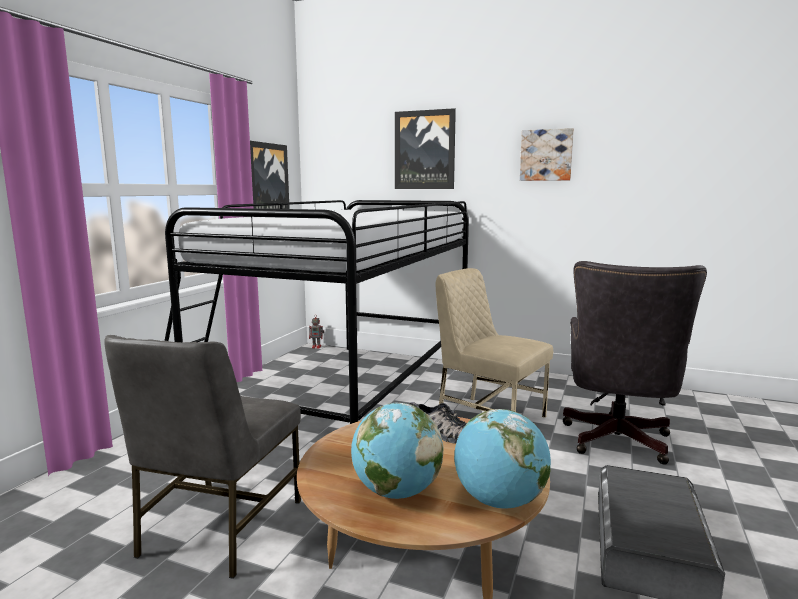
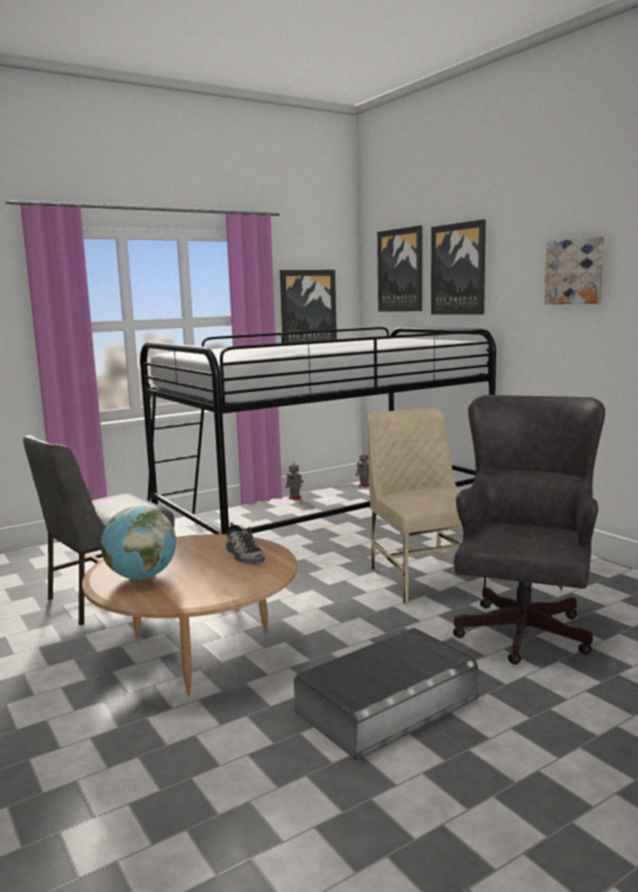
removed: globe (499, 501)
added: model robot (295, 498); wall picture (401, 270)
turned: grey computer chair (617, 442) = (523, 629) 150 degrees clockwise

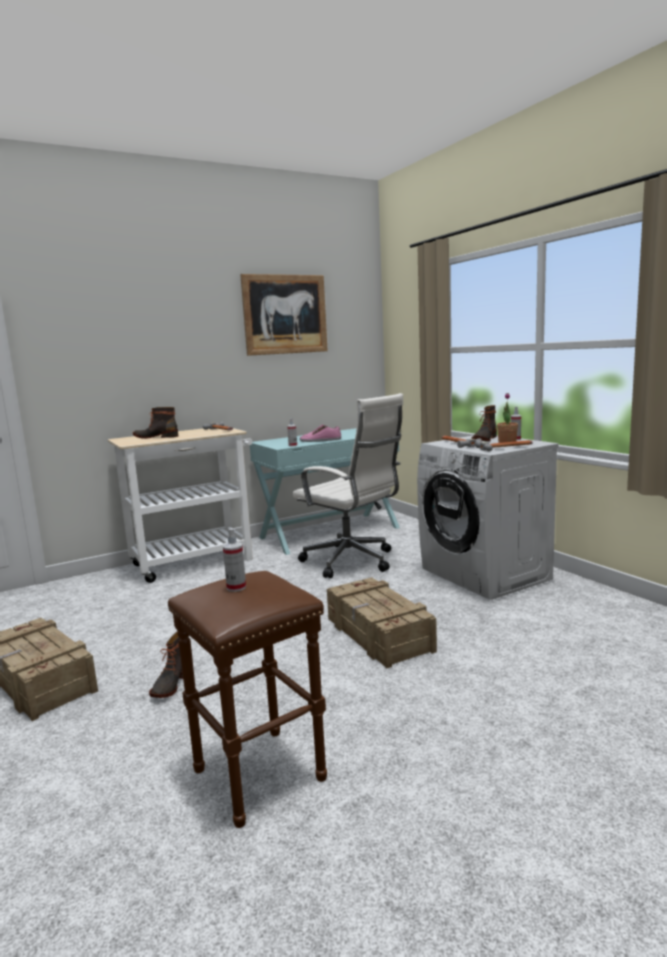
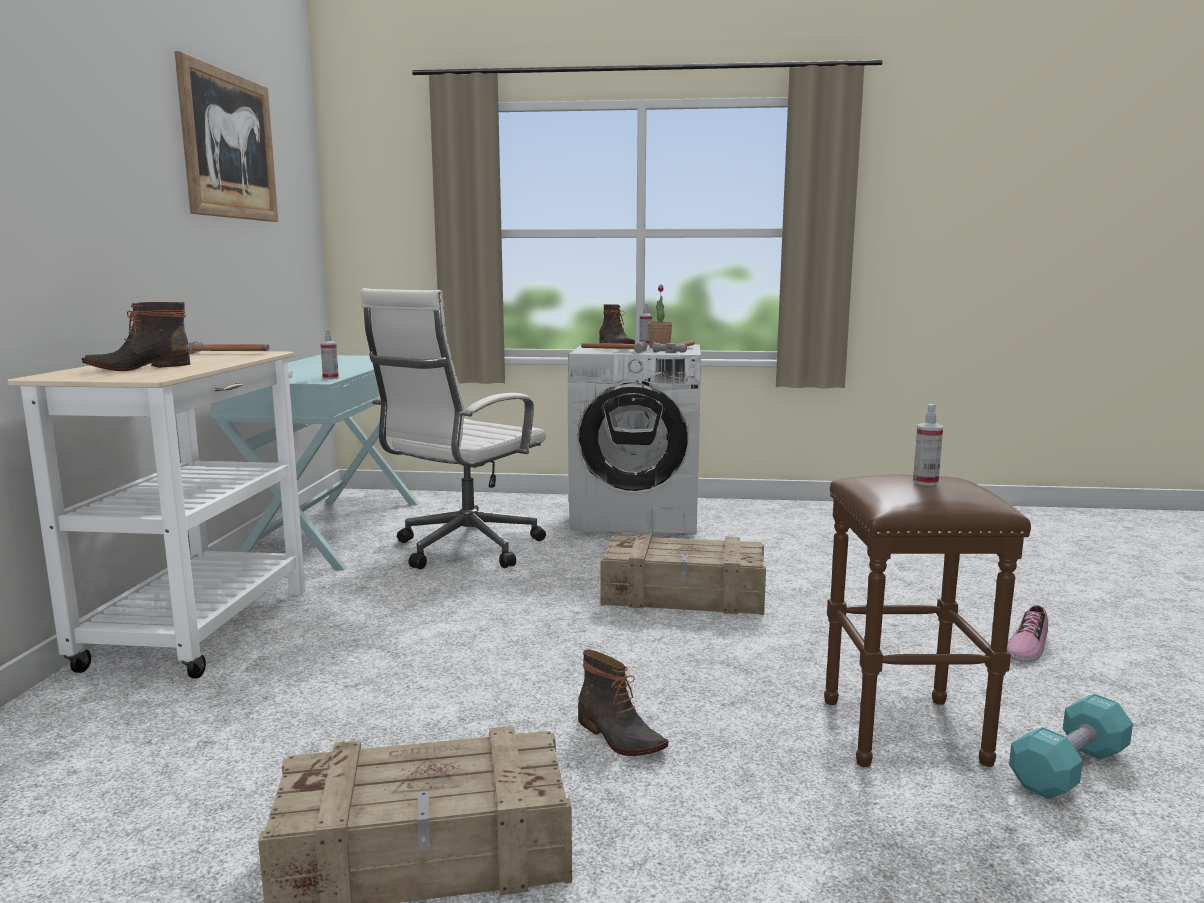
added: blue-green dumbbell (1068, 769)
moved: shoe (320, 440) to (1026, 646)
turned: white computer chair (352, 562) = (463, 550) 135 degrees clockwise

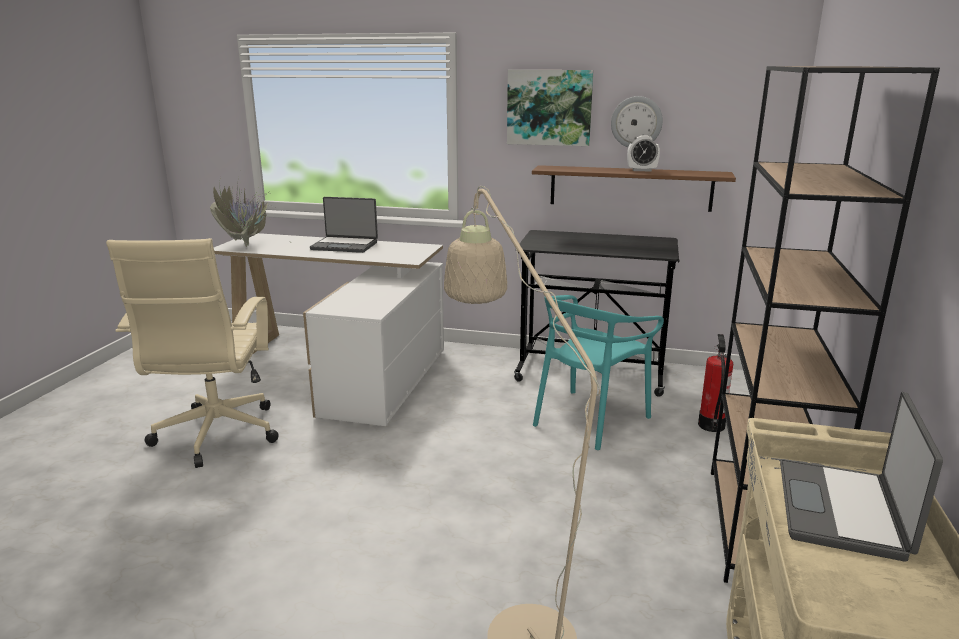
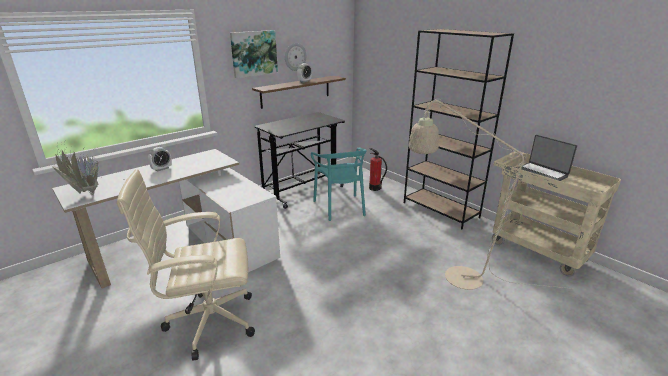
replaced: laptop (345, 245) to alarm clock (162, 169)
turned: beige computer chair (216, 437) = (207, 322) 135 degrees clockwise

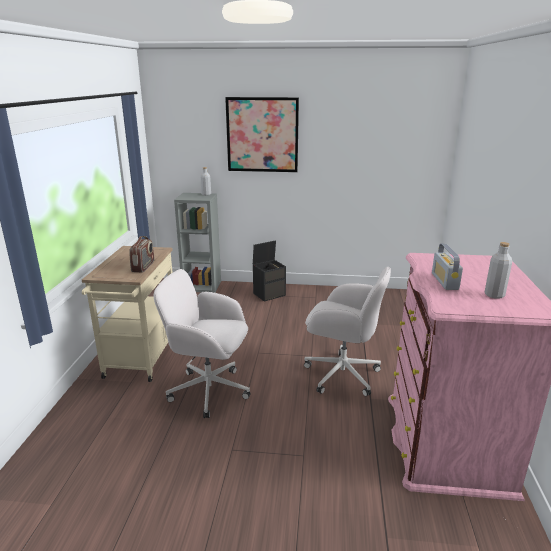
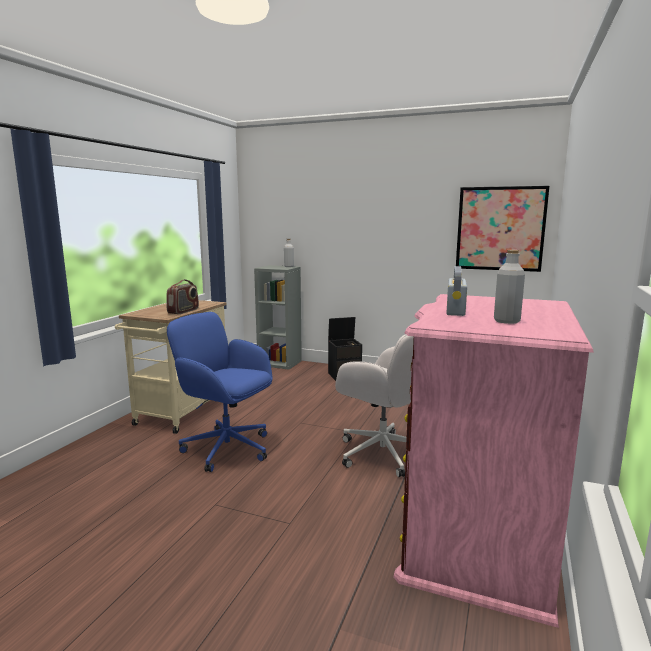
moved: wall picture (262, 135) to (500, 228)
recoloured: white computer chair (209, 391) to blue-coloured computer chair (227, 449)

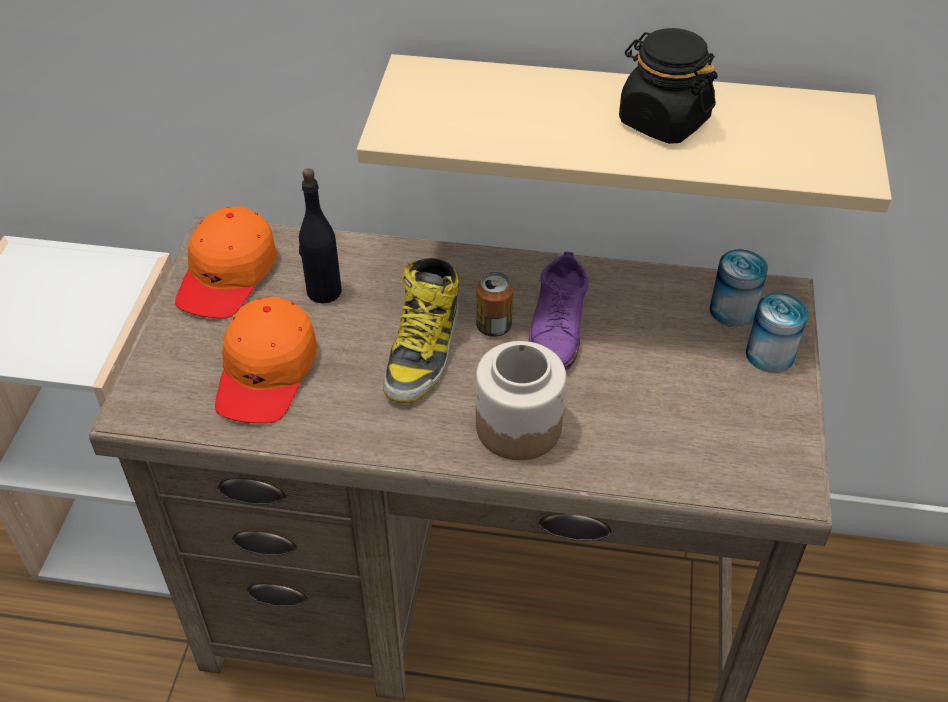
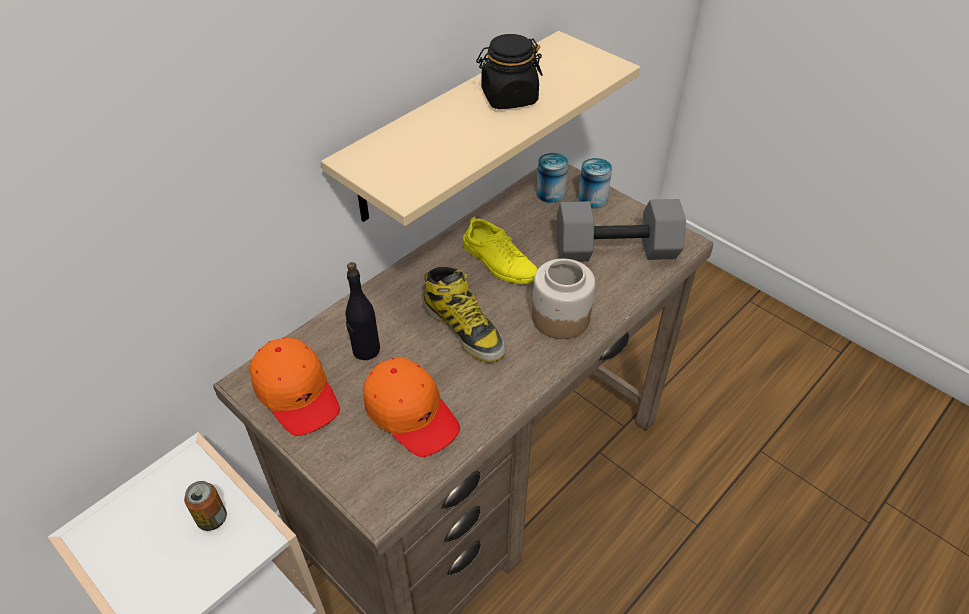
added: grey dumbbell (616, 249)
moved: metal can (494, 326) to (212, 518)
recoloured: purplish shoe (558, 326) to yellow shoe (499, 262)

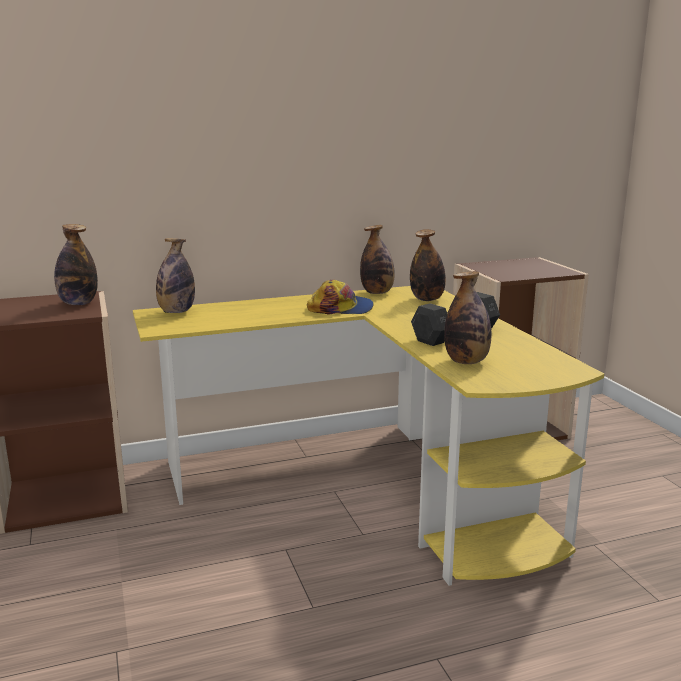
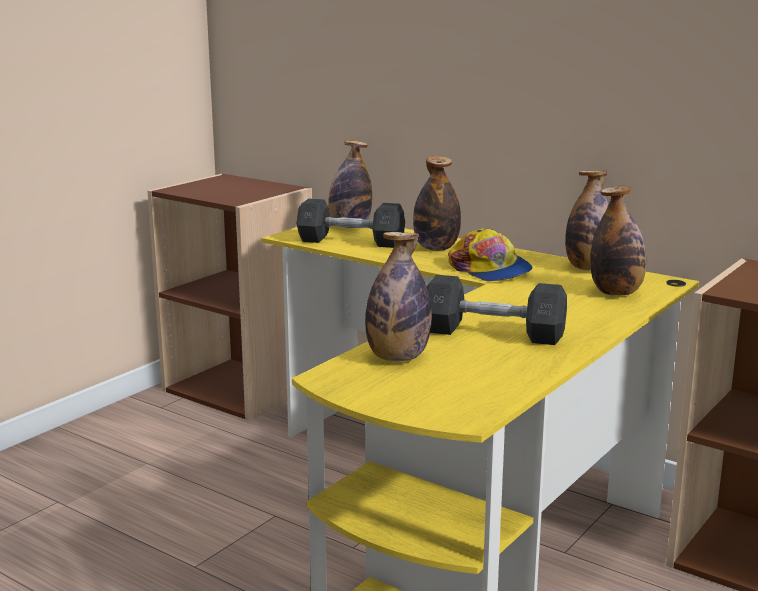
added: grey dumbbell (351, 241)
moved: bottle (78, 303) to (436, 248)

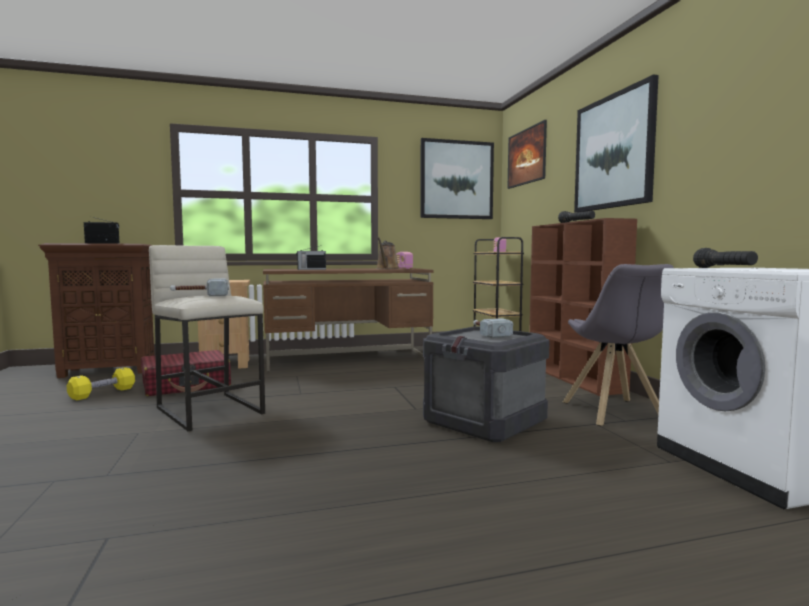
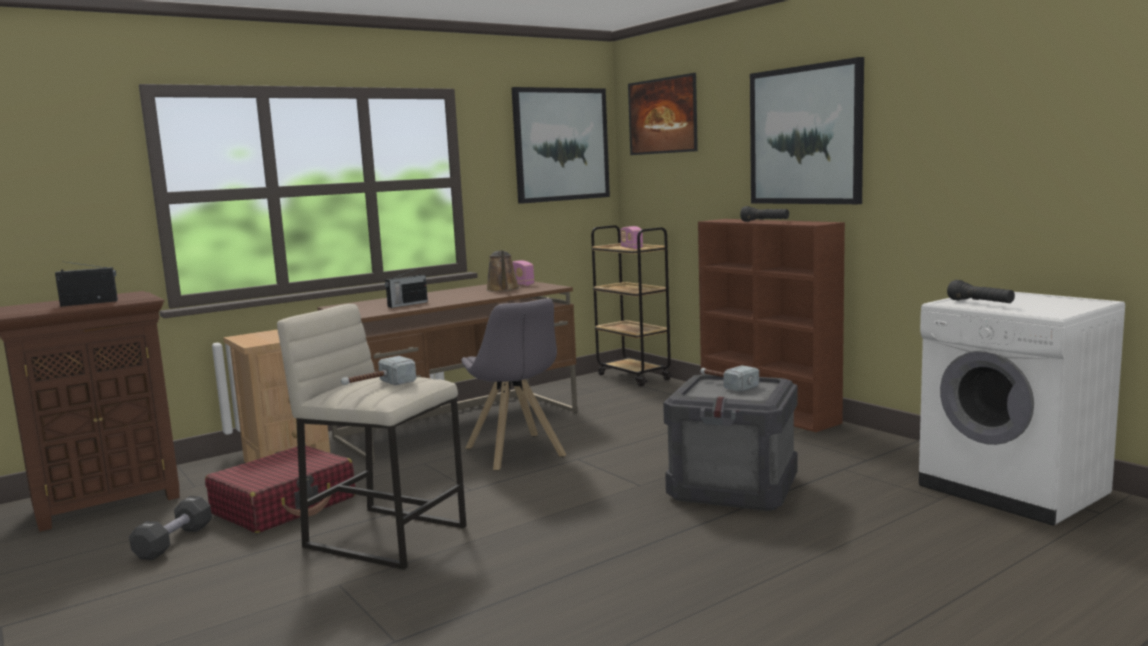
moved: grey plain chair (613, 412) to (516, 452)
recoloured: yellow dumbbell (102, 393) to blackish dumbbell (174, 542)

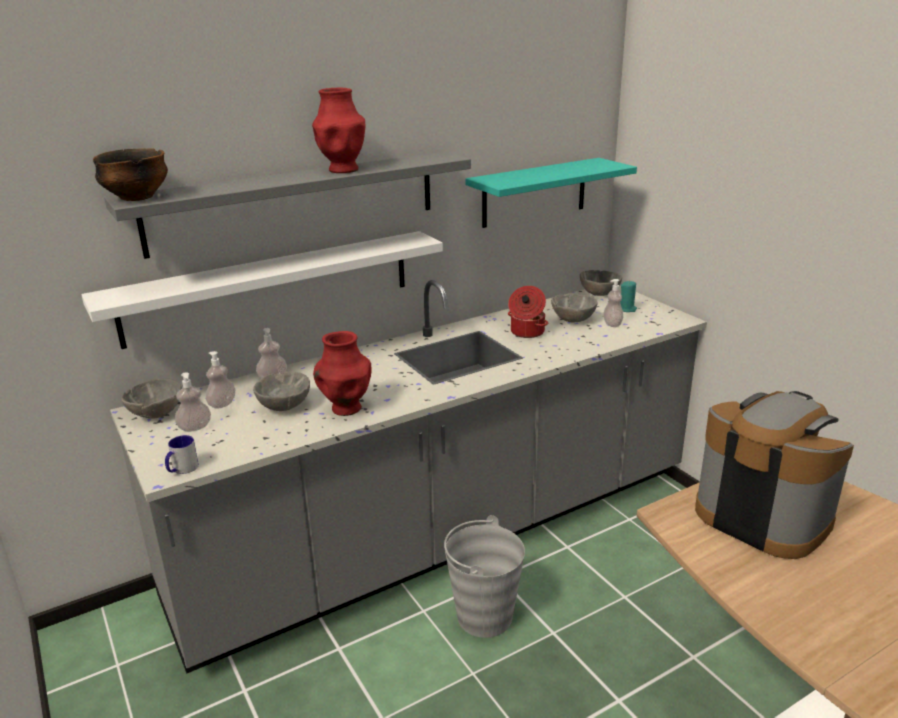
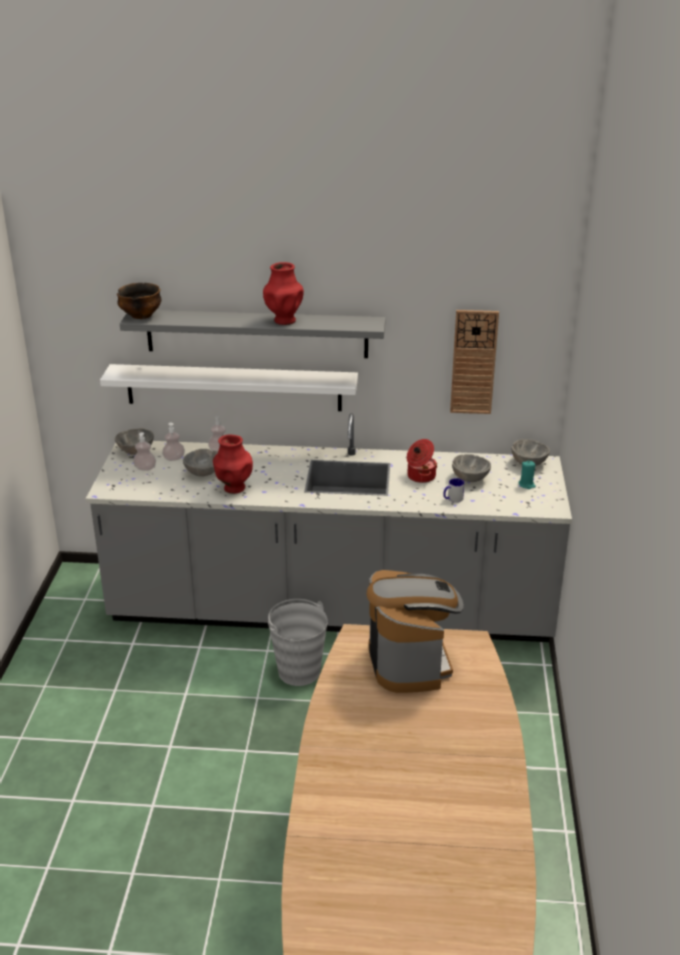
removed: soap bottle (612, 324)
moved: coffee mug (182, 469) to (452, 499)
replaced: blue-green shelf (534, 192) to wall clock (473, 362)

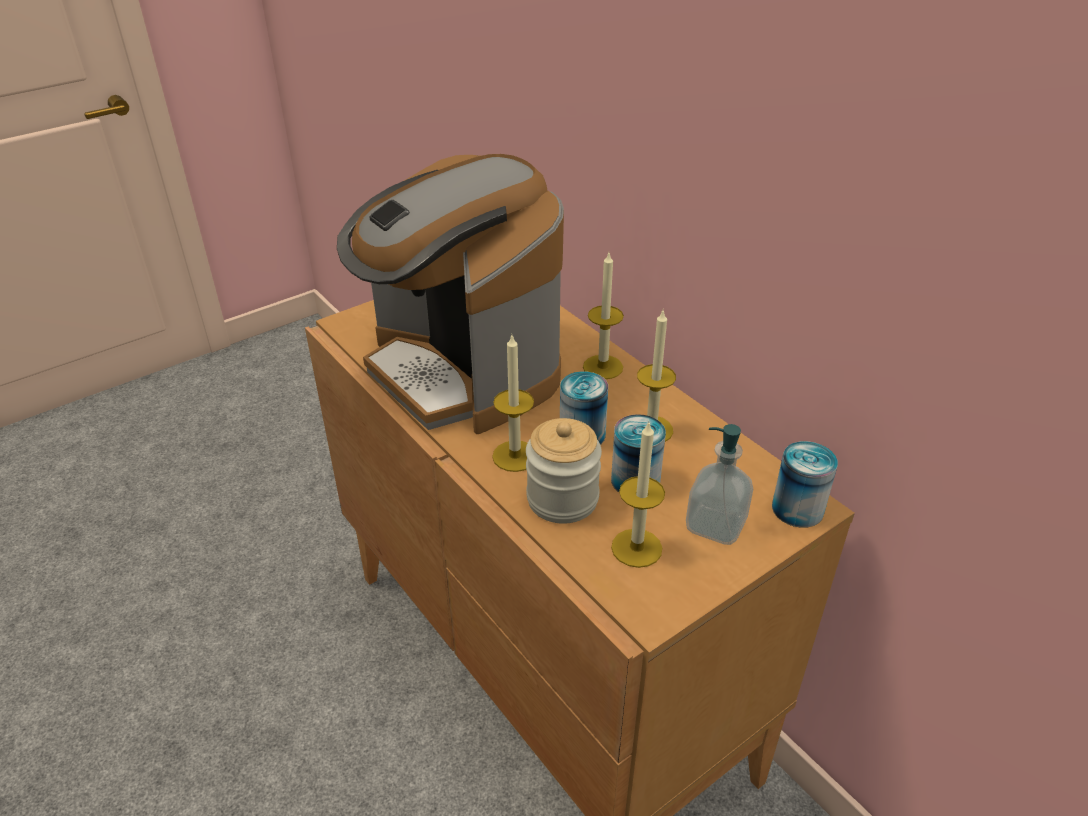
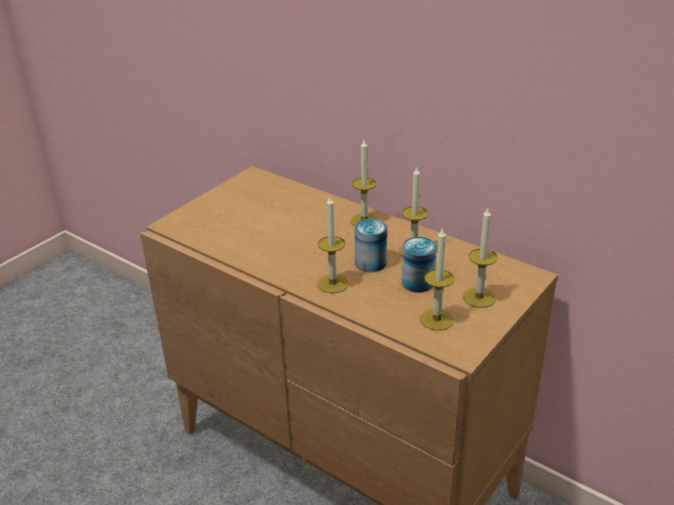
removed: coffee machine (462, 372); jar (562, 499); metal can (797, 509)
replaced: soap bottle (715, 525) to wax light (479, 297)

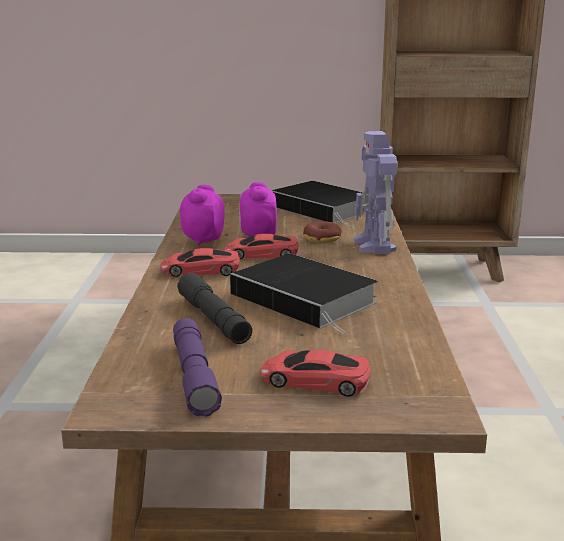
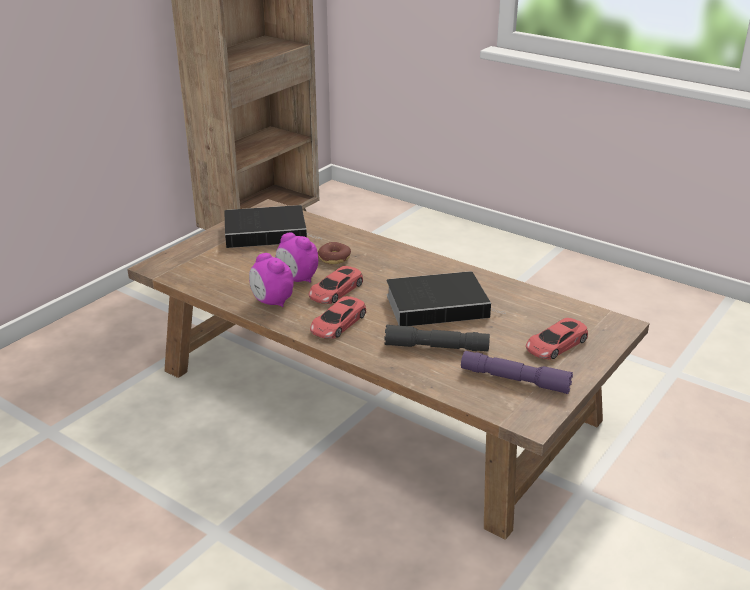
removed: model robot (374, 246)

